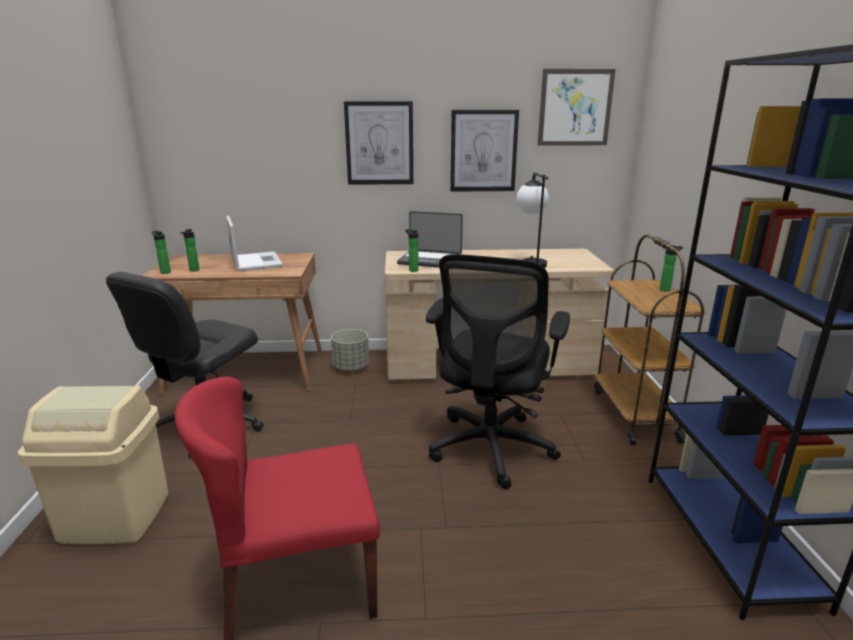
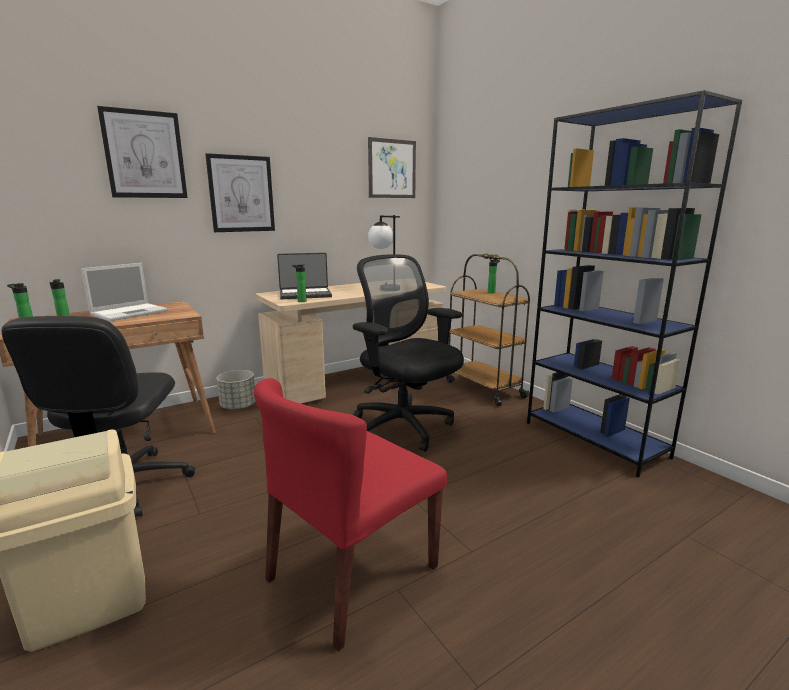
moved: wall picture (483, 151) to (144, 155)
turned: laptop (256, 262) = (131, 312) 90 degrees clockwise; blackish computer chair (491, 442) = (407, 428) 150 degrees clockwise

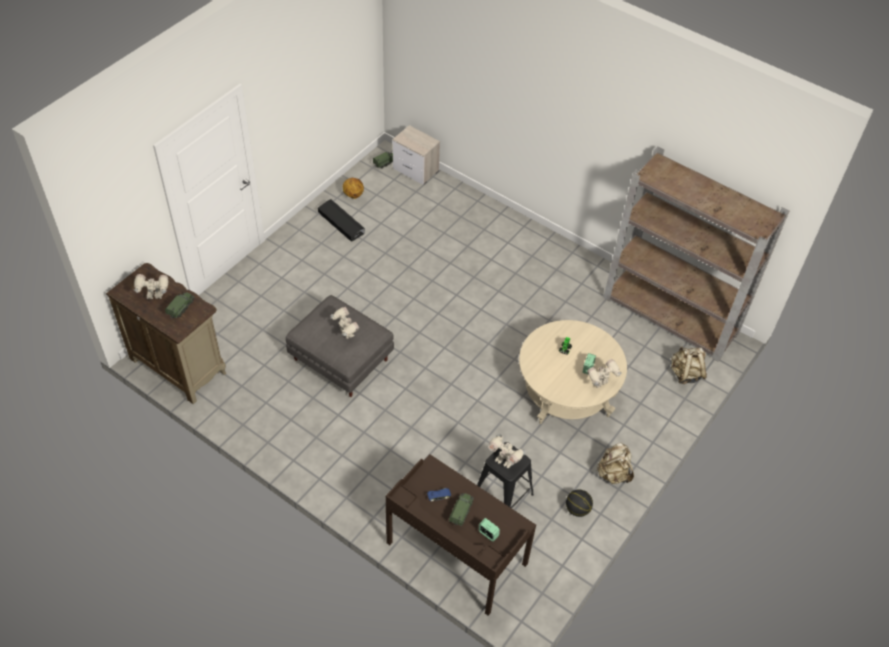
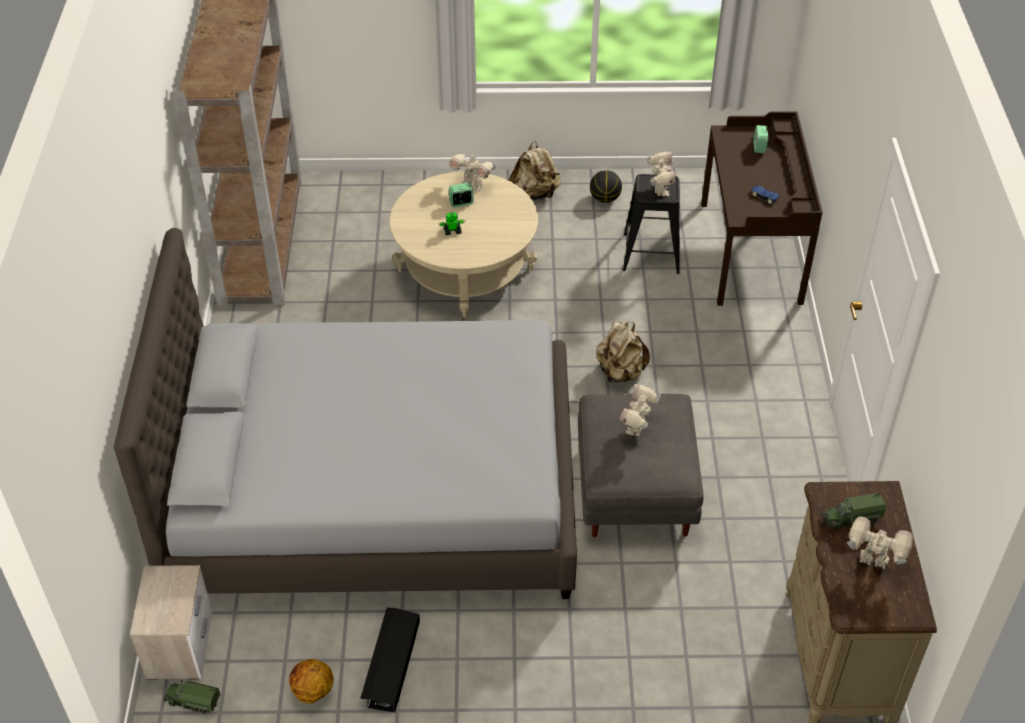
removed: model truck (461, 511)
added: grey bedroom bed (374, 489)
moved: beige backpack (685, 374) to (620, 372)
turned: model robot (154, 297) = (873, 562) 150 degrees clockwise

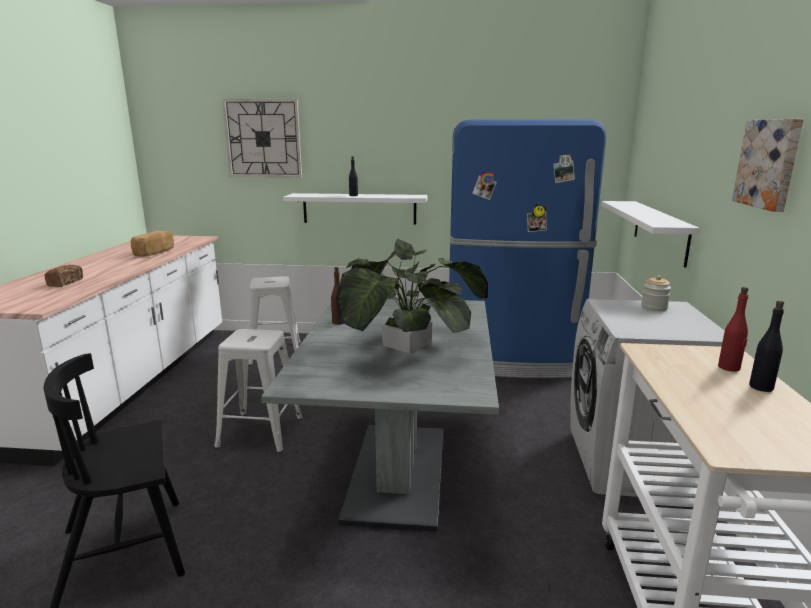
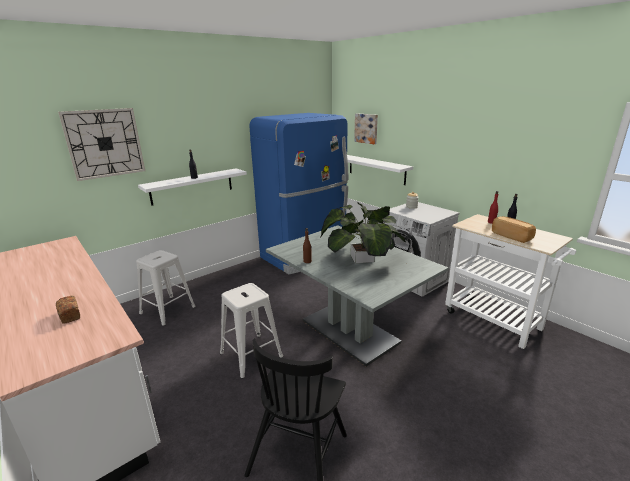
moved: baked bread (155, 252) to (512, 236); wall picture (769, 163) to (366, 128)

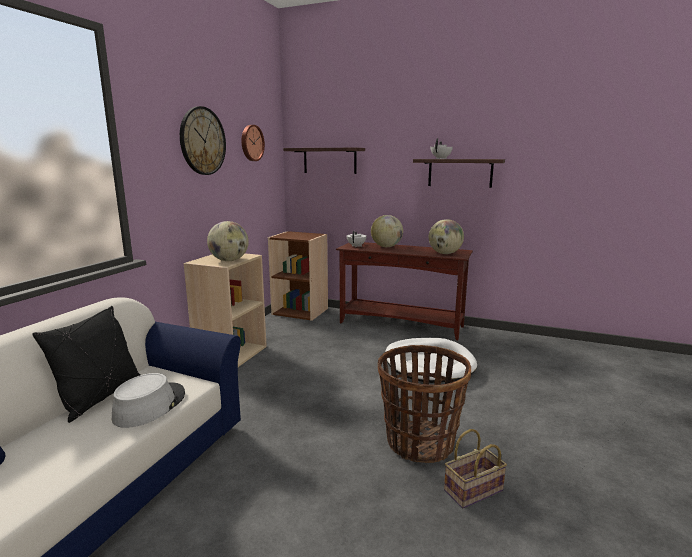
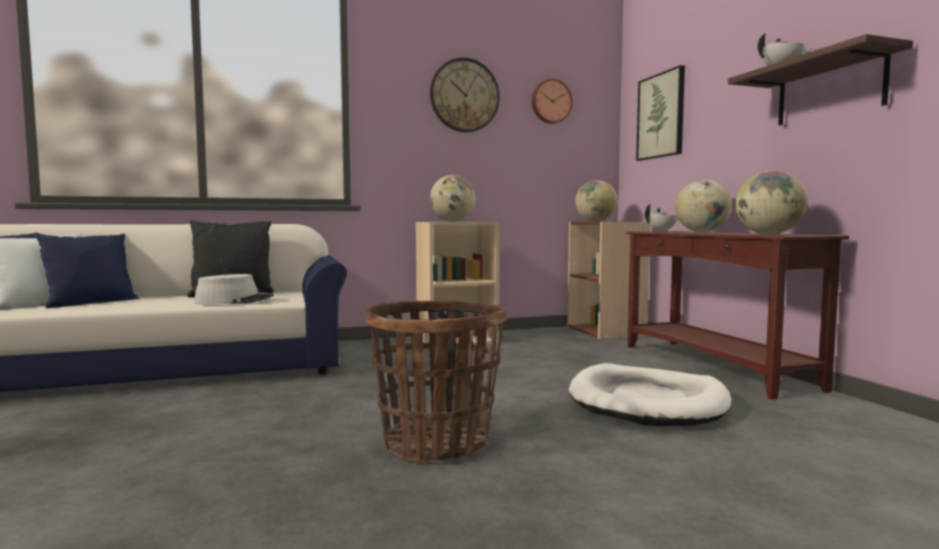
removed: household basket (473, 491)
added: globe (595, 221)
replaced: shelf (329, 160) to wall picture (661, 116)

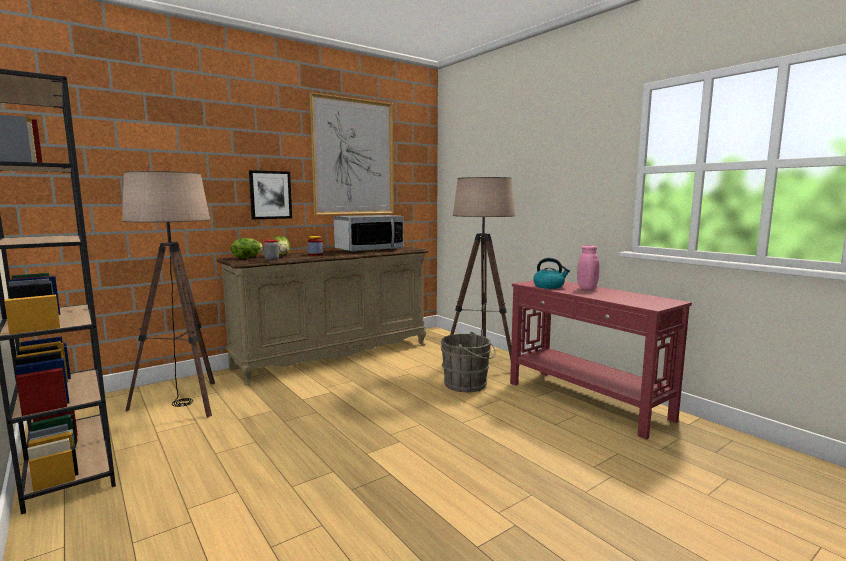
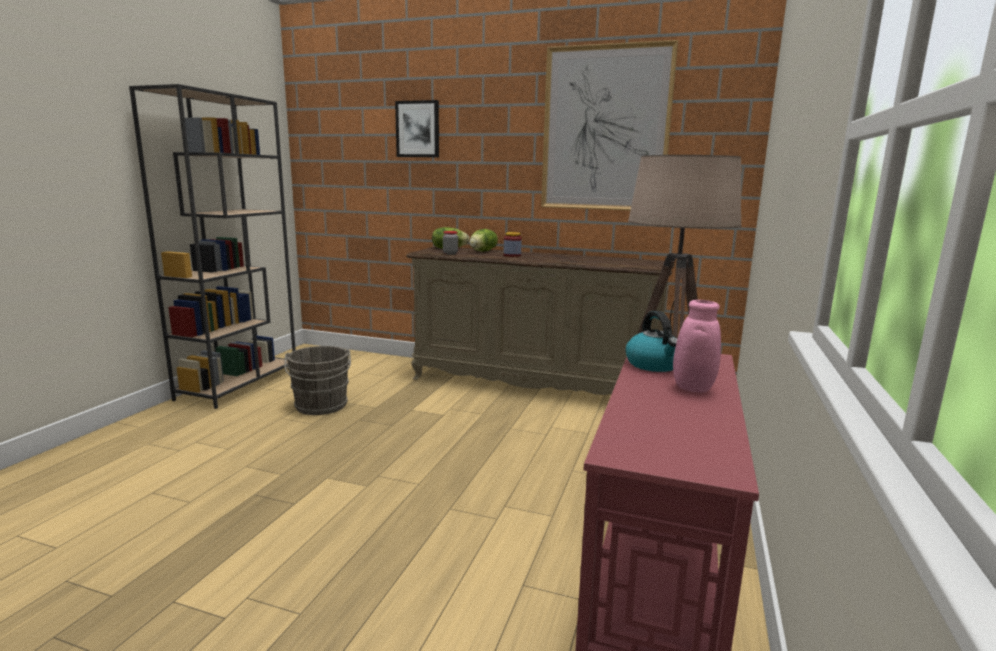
removed: standing lamp (184, 402); microwave oven (369, 250)
moved: wall picture (270, 195) to (418, 129); grey water bucket (468, 384) to (321, 406)

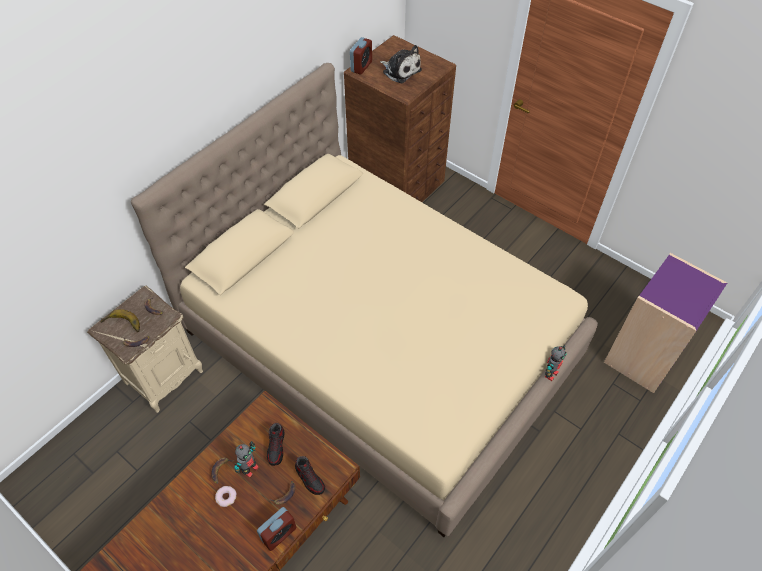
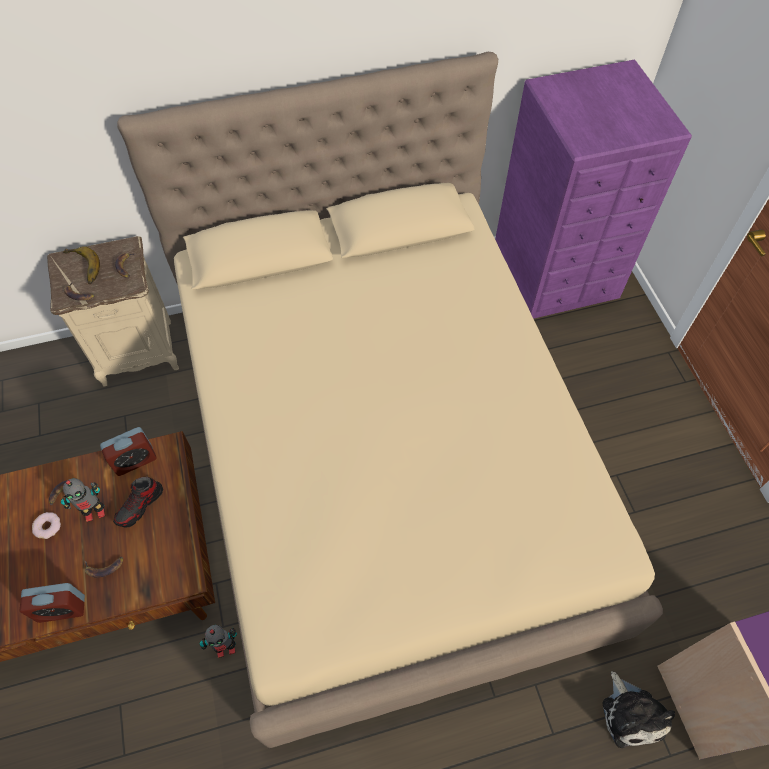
removed: shoe (310, 478)
moved: alarm clock (361, 66) to (135, 460); soft toy (400, 70) to (631, 713); model robot (550, 374) to (225, 648)
recoloured: brown drawer chest (397, 185) to purplish drawer chest (555, 273)

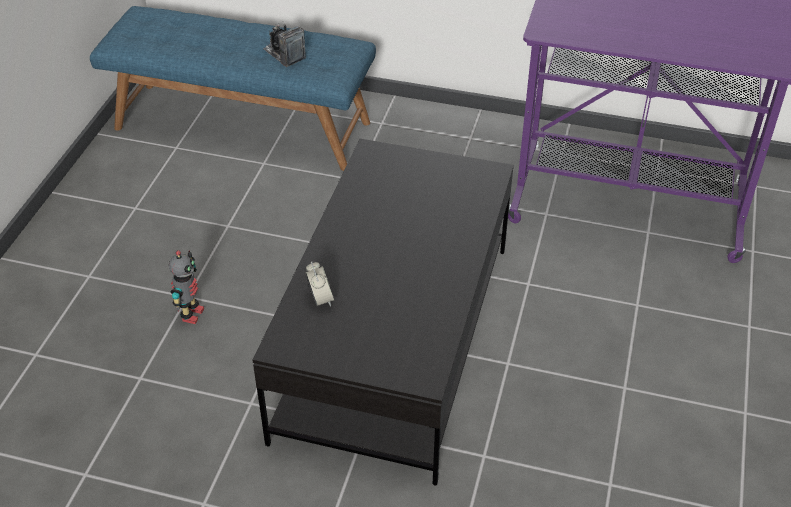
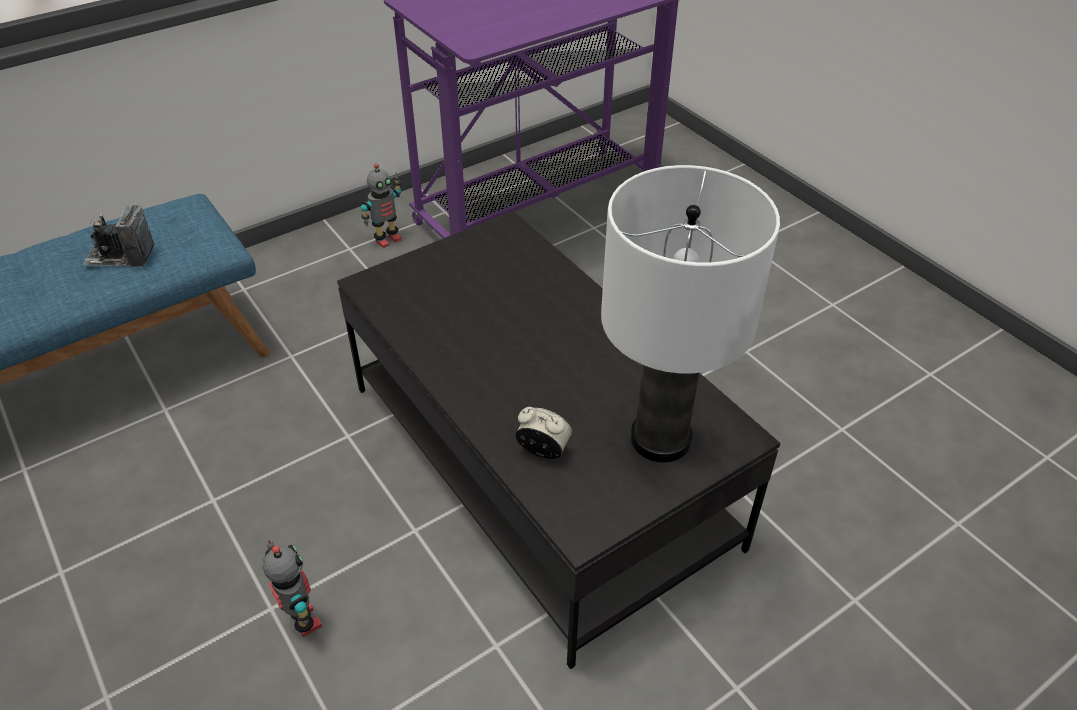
added: model robot (387, 239); white lamp for a table (661, 438)

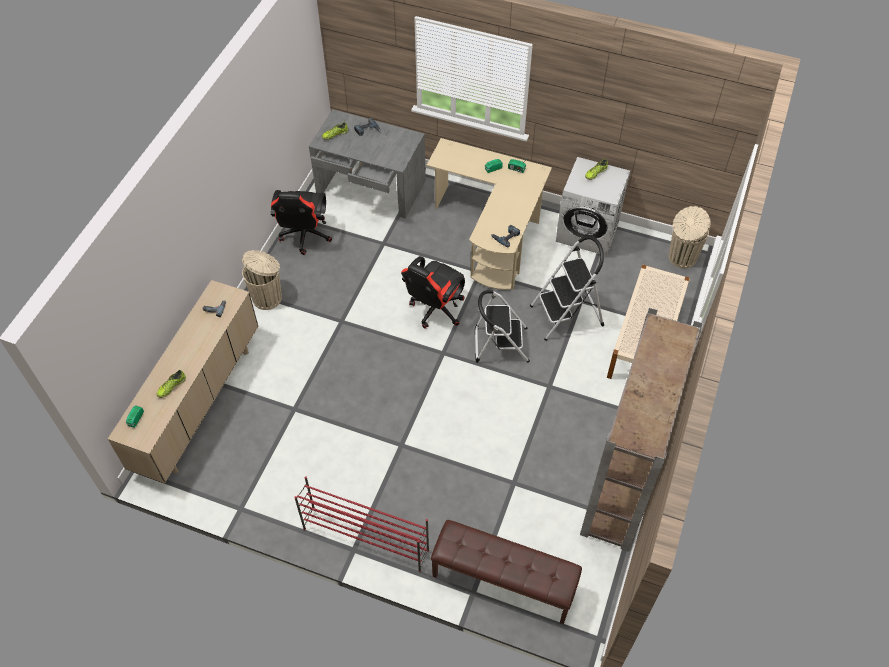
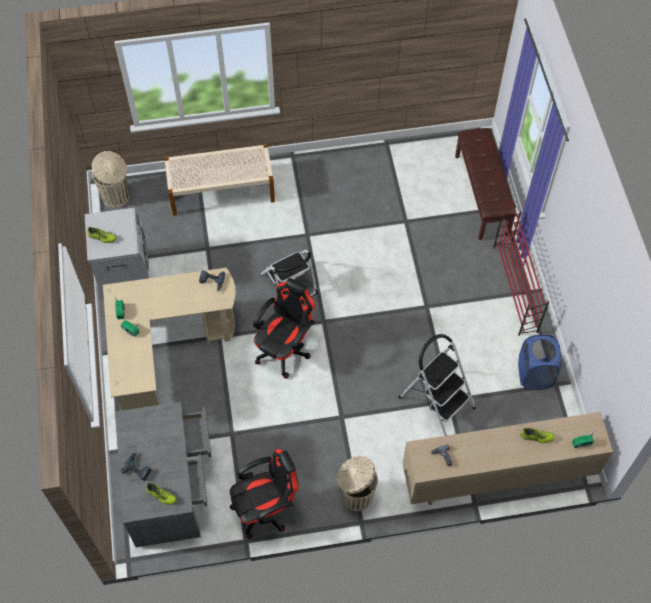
removed: brown shelving unit (622, 480)
added: blue-coloured washing basket (534, 374)
moved: step ladder (569, 316) to (435, 401)
turned: blackish computer chair (434, 311) = (285, 349) 60 degrees counterclockwise

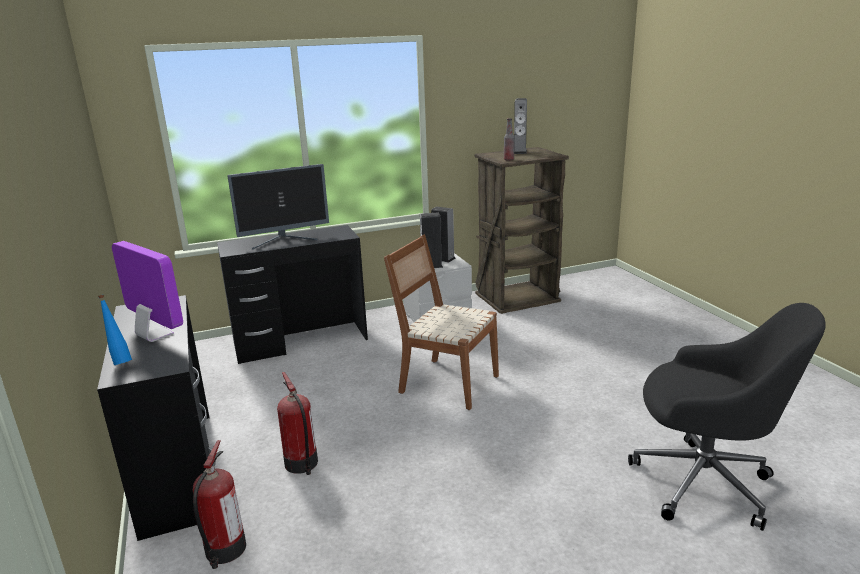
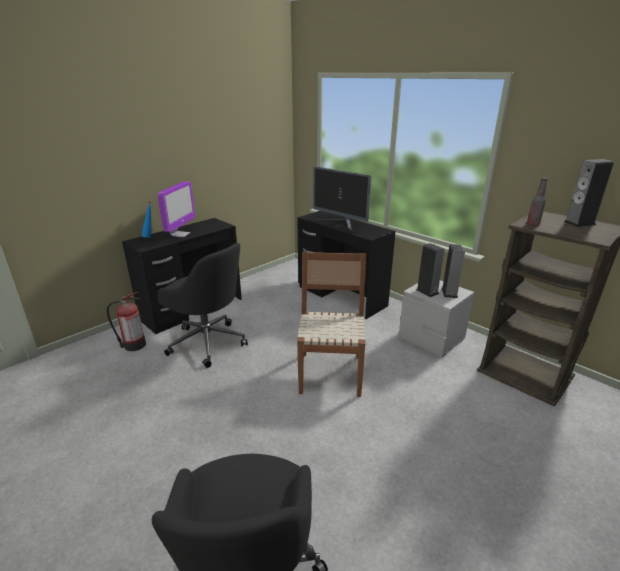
replaced: extinguisher (302, 464) to blackish computer chair (208, 343)

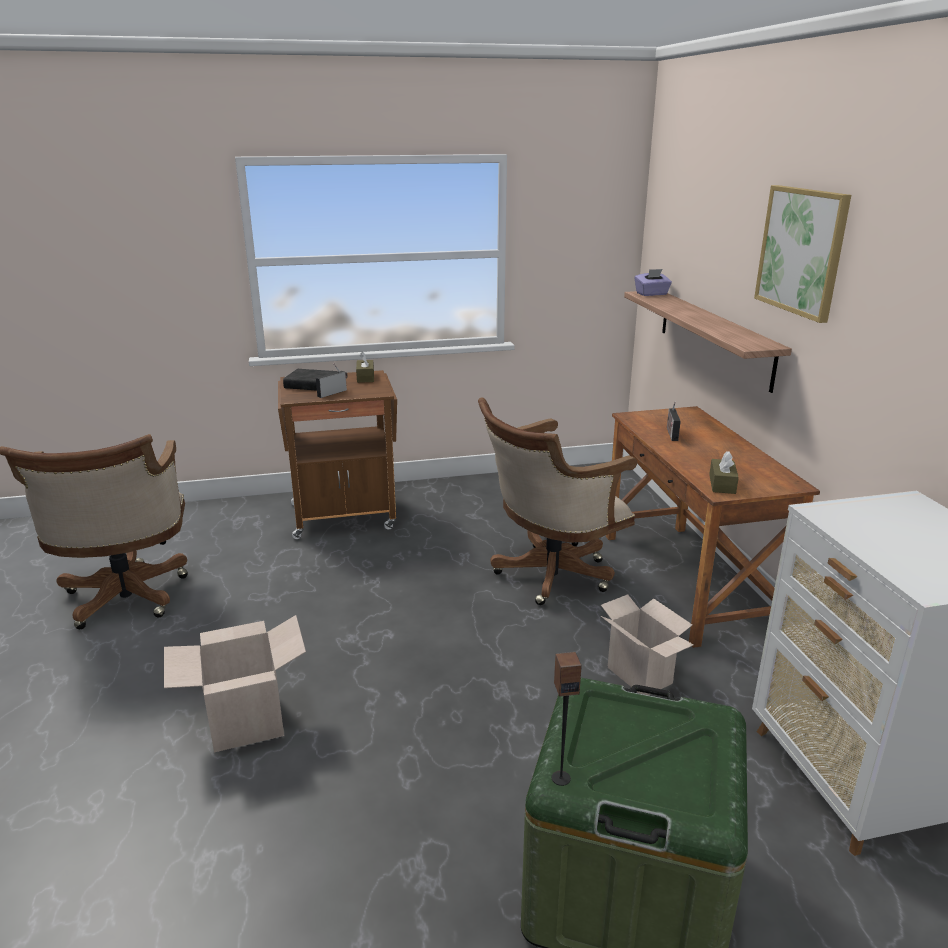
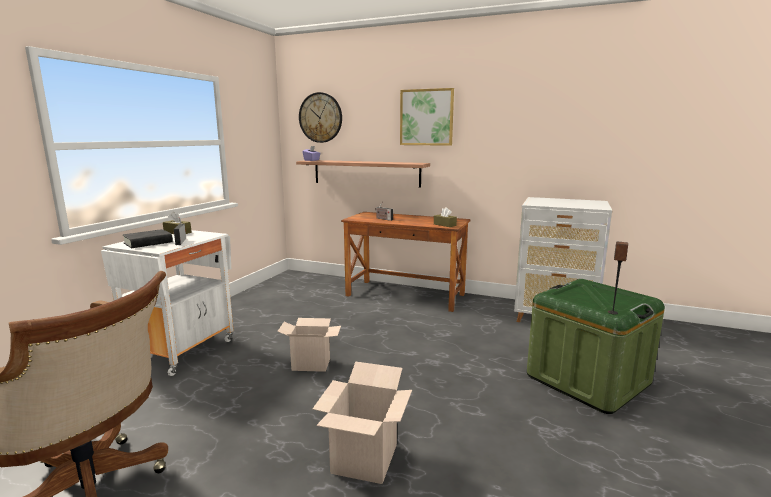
removed: computer chair (548, 576)
added: wall clock (320, 117)
moved: packing box (642, 676) to (312, 364)
recoloured: brown trolley (345, 516) to white trolley (182, 350)

